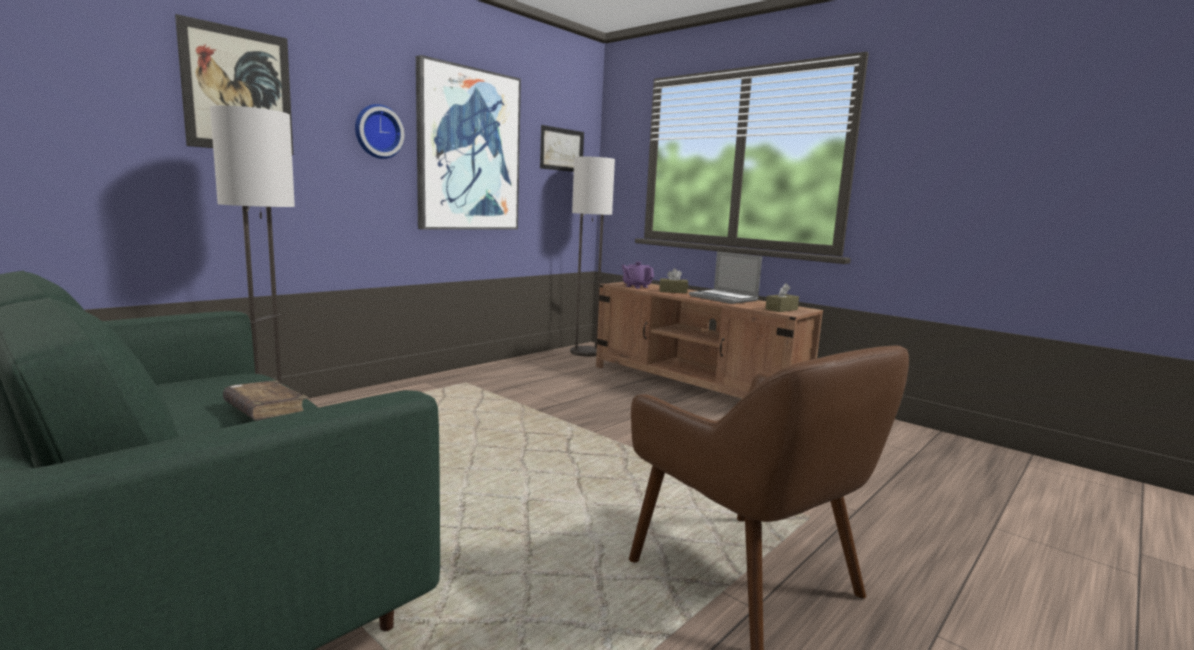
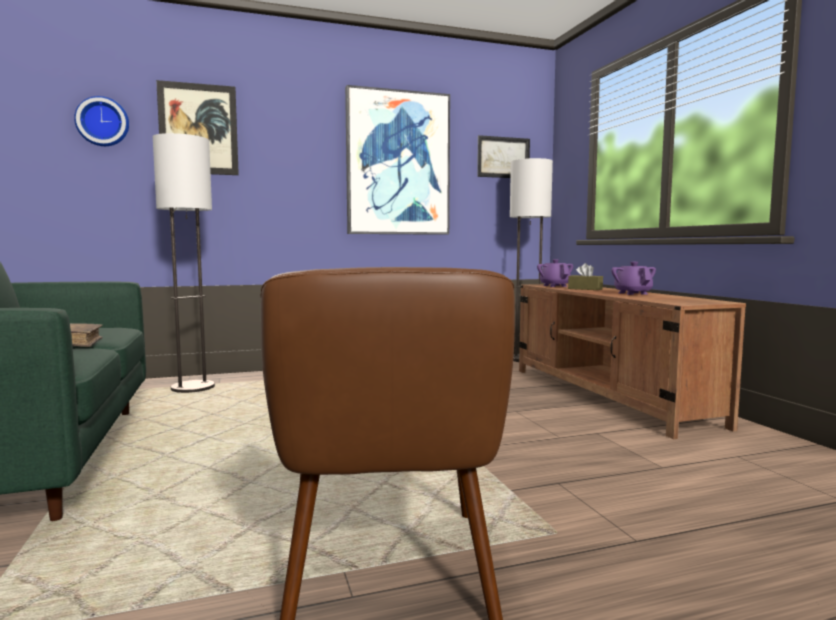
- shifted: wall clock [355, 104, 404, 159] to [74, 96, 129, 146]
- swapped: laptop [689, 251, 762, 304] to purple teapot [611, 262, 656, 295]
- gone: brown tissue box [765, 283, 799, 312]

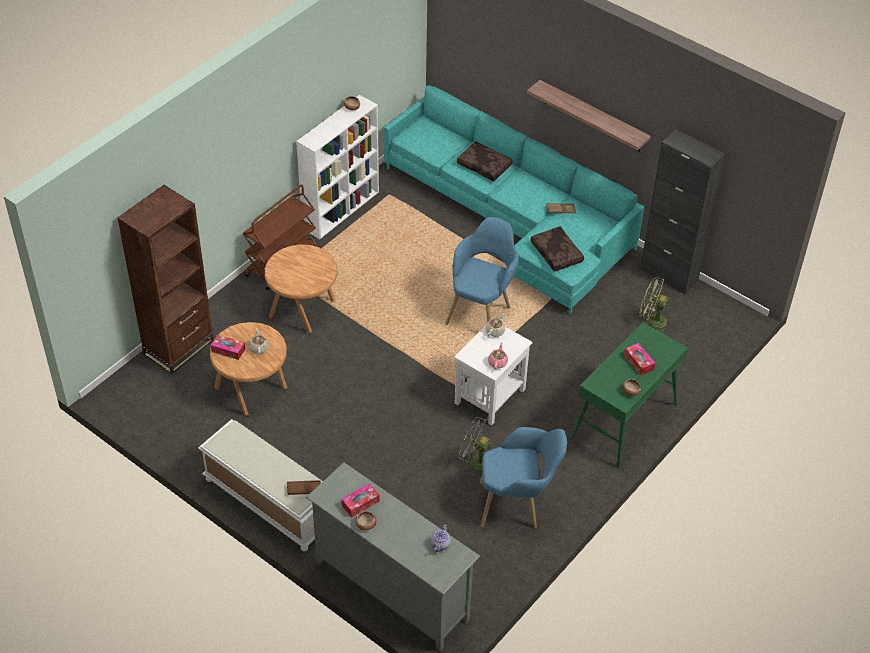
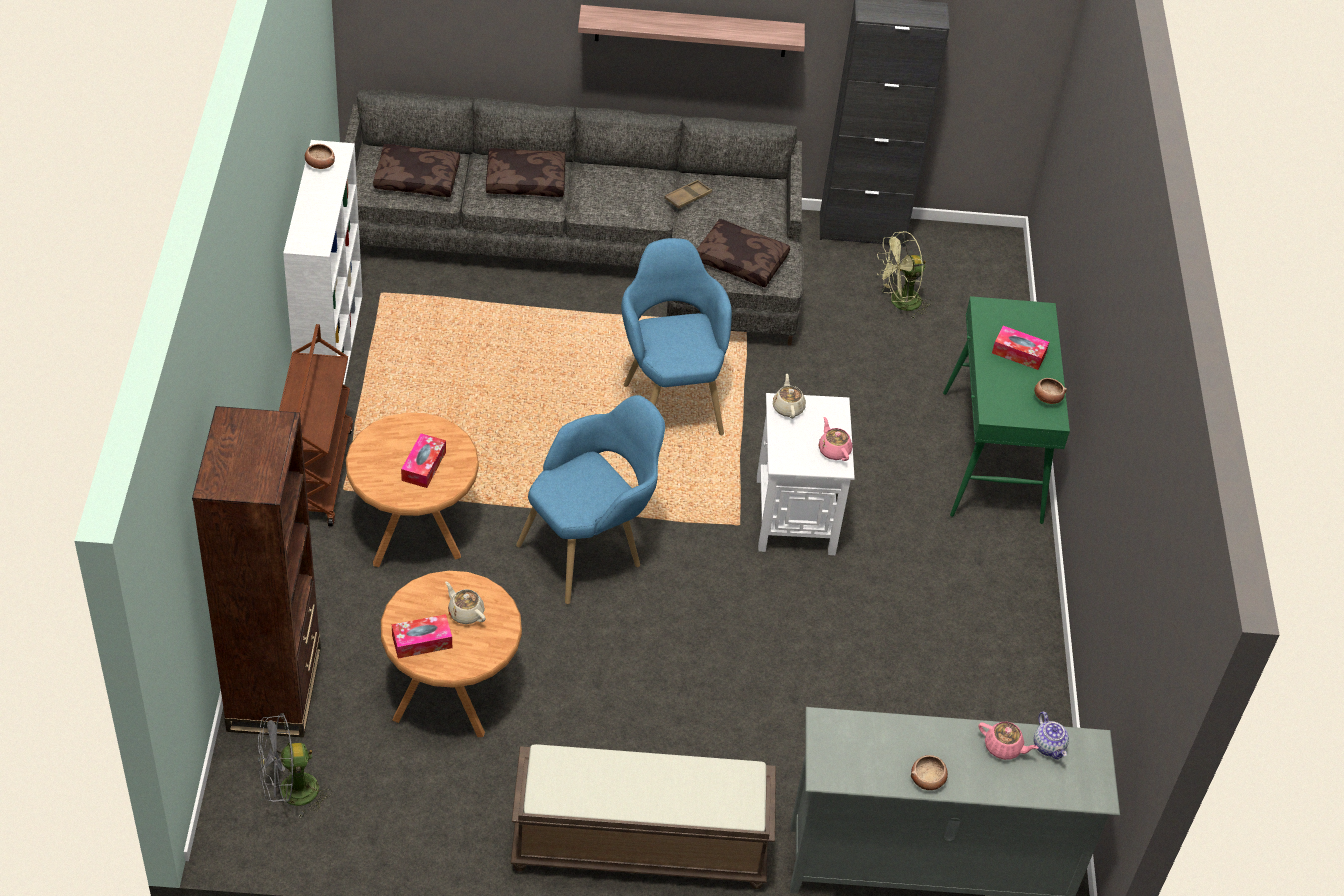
- shifted: grey fan [459, 417, 491, 476] to [258, 713, 332, 819]
- repainted: turquoise sofa [384, 85, 644, 315] to grey sofa [344, 89, 804, 346]
- new: brown pillow [373, 144, 460, 197]
- shifted: tissue box [341, 483, 380, 518] to [401, 433, 446, 488]
- repainted: white bench [198, 419, 323, 551] to brown bench [510, 744, 776, 889]
- shifted: blue armchair [480, 427, 567, 528] to [516, 395, 665, 604]
- new: pink teapot [979, 722, 1039, 760]
- gone: brown tray [287, 480, 321, 495]

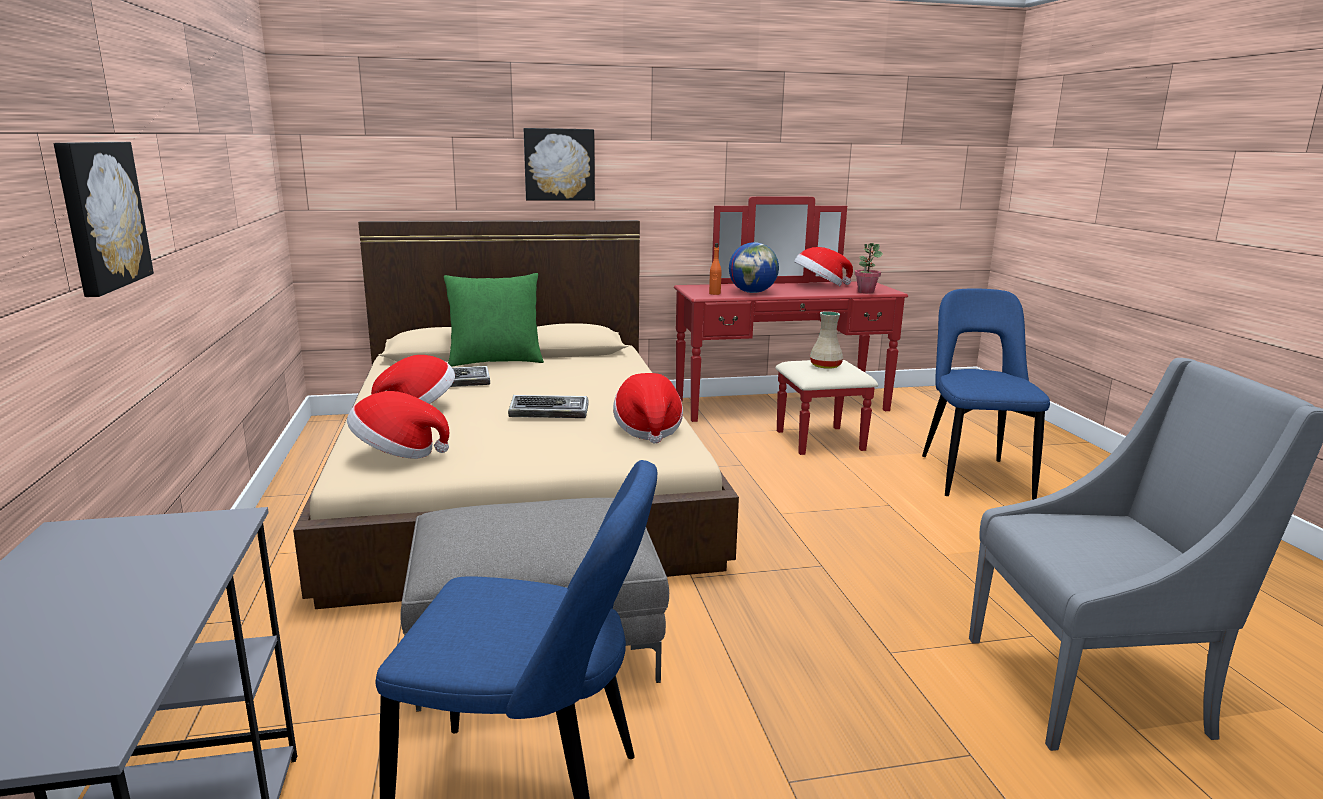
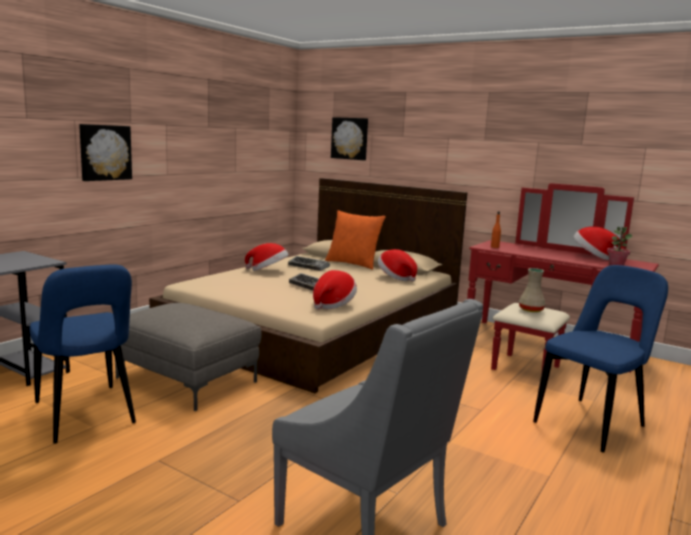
- repainted: green pillow [444, 273, 544, 367] to orange pillow [325, 210, 386, 270]
- shifted: picture [524, 128, 595, 201] to [331, 117, 368, 160]
- shifted: hat [347, 391, 449, 459] to [378, 249, 417, 282]
- gone: globe [729, 242, 779, 293]

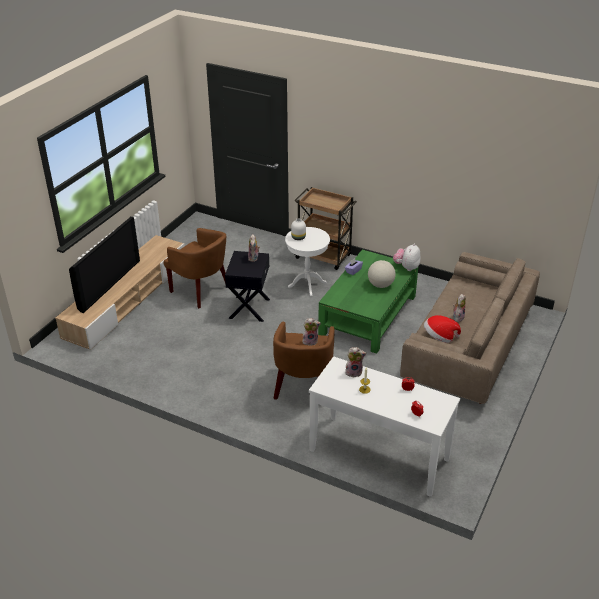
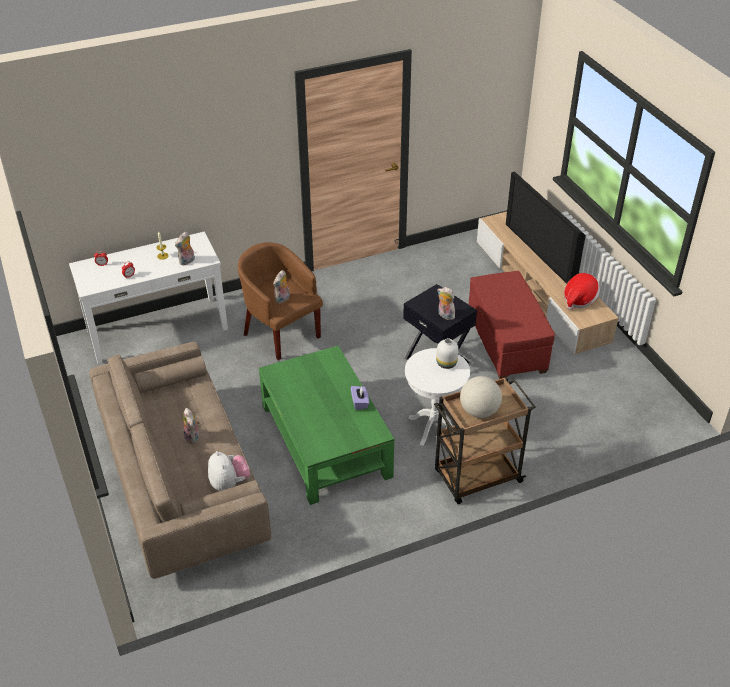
- shifted: plush toy [393, 243, 420, 271] to [208, 451, 250, 491]
- shifted: globe [368, 260, 396, 288] to [460, 376, 502, 418]
- swapped: brown armchair [163, 228, 226, 309] to red ottoman [469, 271, 555, 379]
- shifted: hat [424, 315, 461, 343] to [564, 273, 600, 310]

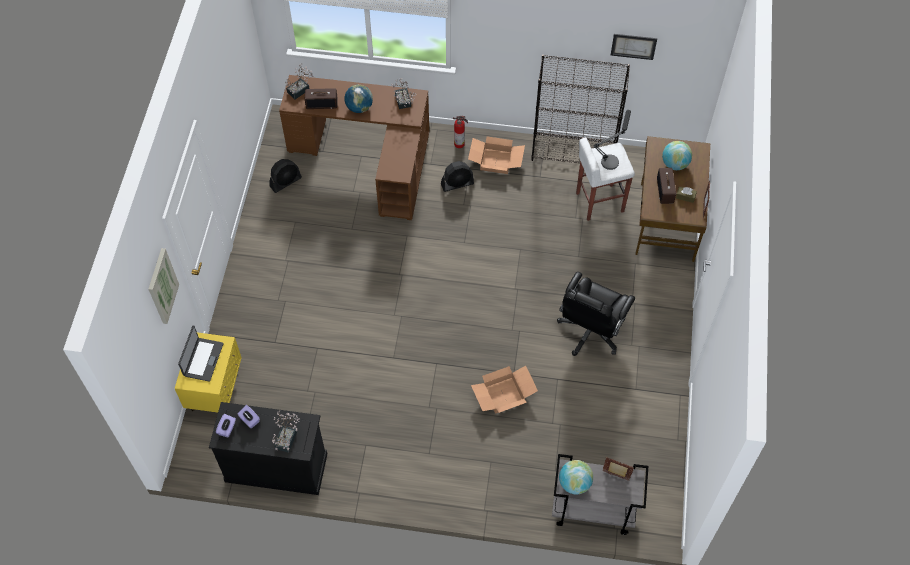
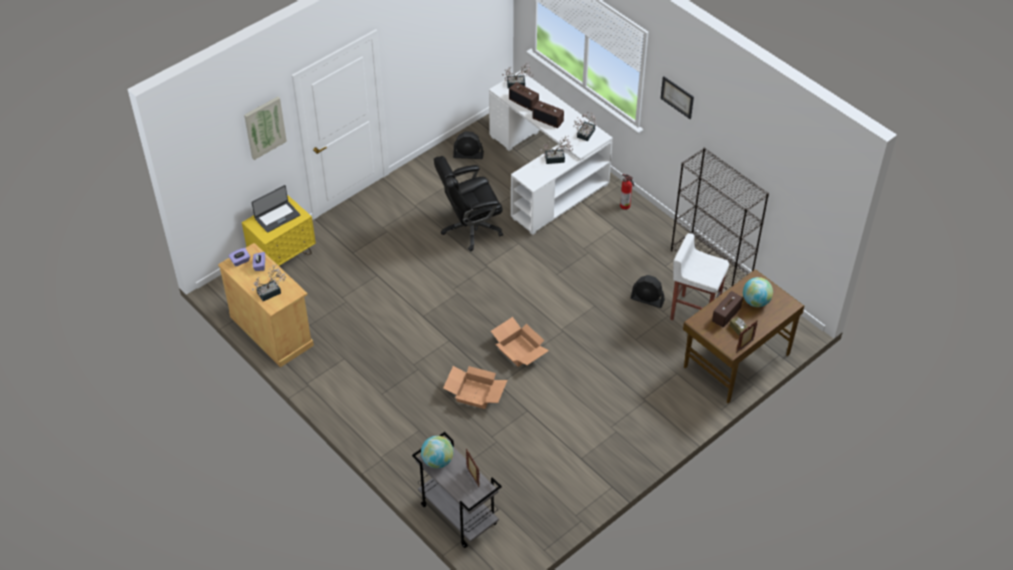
- repainted: black cabinet [209, 402, 327, 495] to beige cabinet [218, 243, 314, 367]
- shifted: black office chair [557, 272, 635, 356] to [434, 156, 503, 251]
- repainted: brown desk [279, 75, 429, 220] to white desk [489, 71, 613, 235]
- shifted: cardboard box [468, 137, 525, 174] to [491, 317, 549, 367]
- swapped: globe [344, 85, 373, 113] to radio [532, 101, 564, 128]
- new: potted plant [540, 135, 573, 164]
- shifted: black fan [441, 161, 474, 192] to [631, 275, 665, 308]
- shifted: picture [611, 34, 657, 60] to [660, 76, 694, 119]
- gone: table lamp [593, 110, 631, 170]

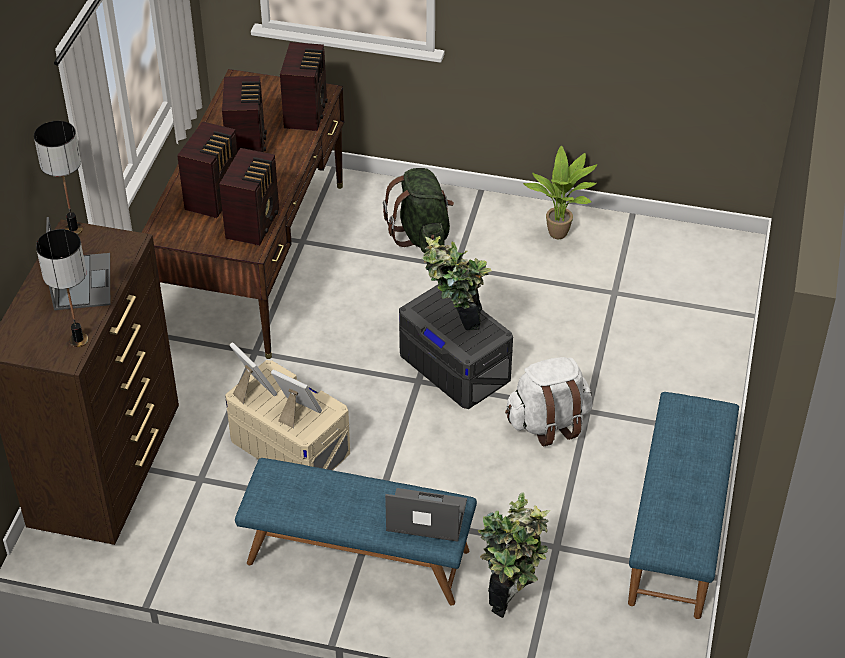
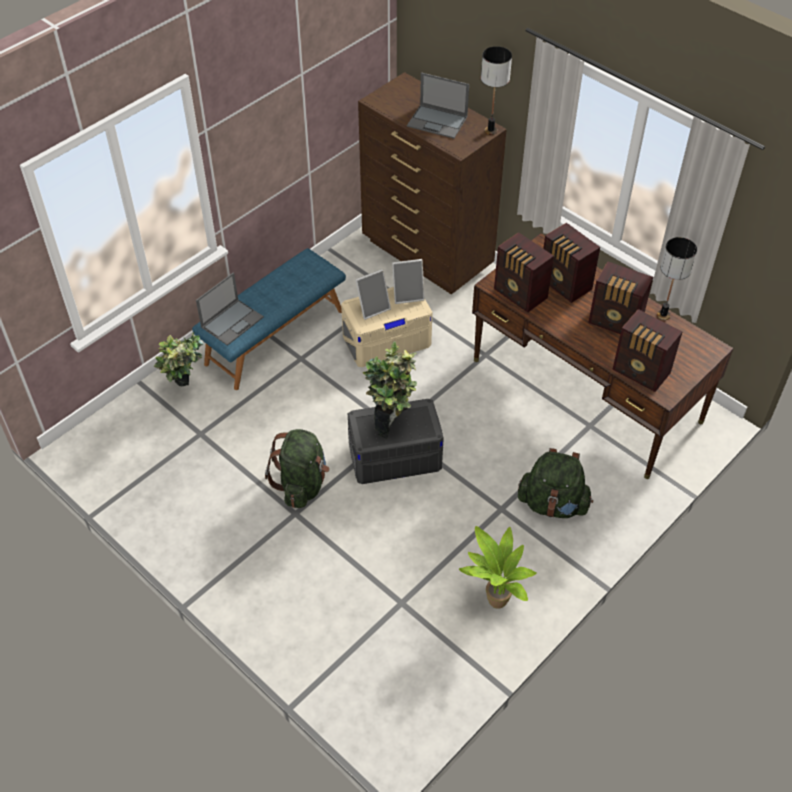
- repainted: white backpack [505, 357, 593, 446] to green backpack [265, 429, 330, 508]
- shifted: table lamp [36, 229, 88, 347] to [657, 237, 697, 320]
- gone: blue bench [628, 392, 739, 619]

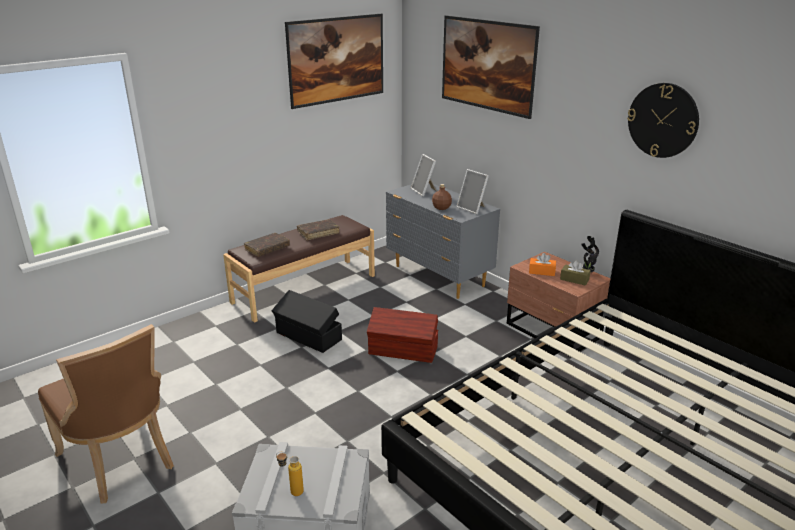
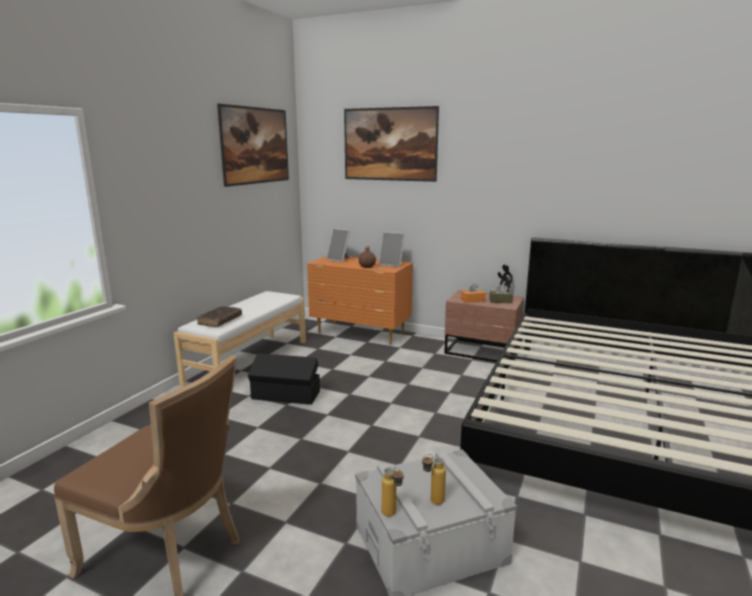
- repainted: brown bench [223, 215, 375, 323] to white bench [173, 291, 306, 387]
- repainted: grey dresser [386, 183, 500, 299] to orange dresser [307, 256, 413, 345]
- new: bottle [382, 467, 404, 517]
- gone: brown book [297, 219, 339, 241]
- gone: brown storage box [367, 307, 438, 363]
- gone: wall clock [627, 83, 699, 158]

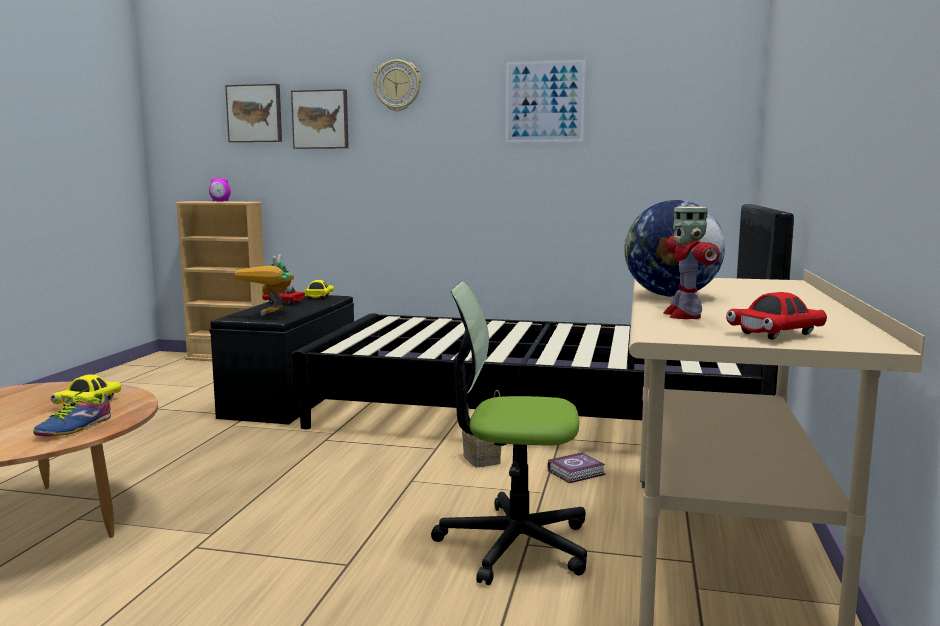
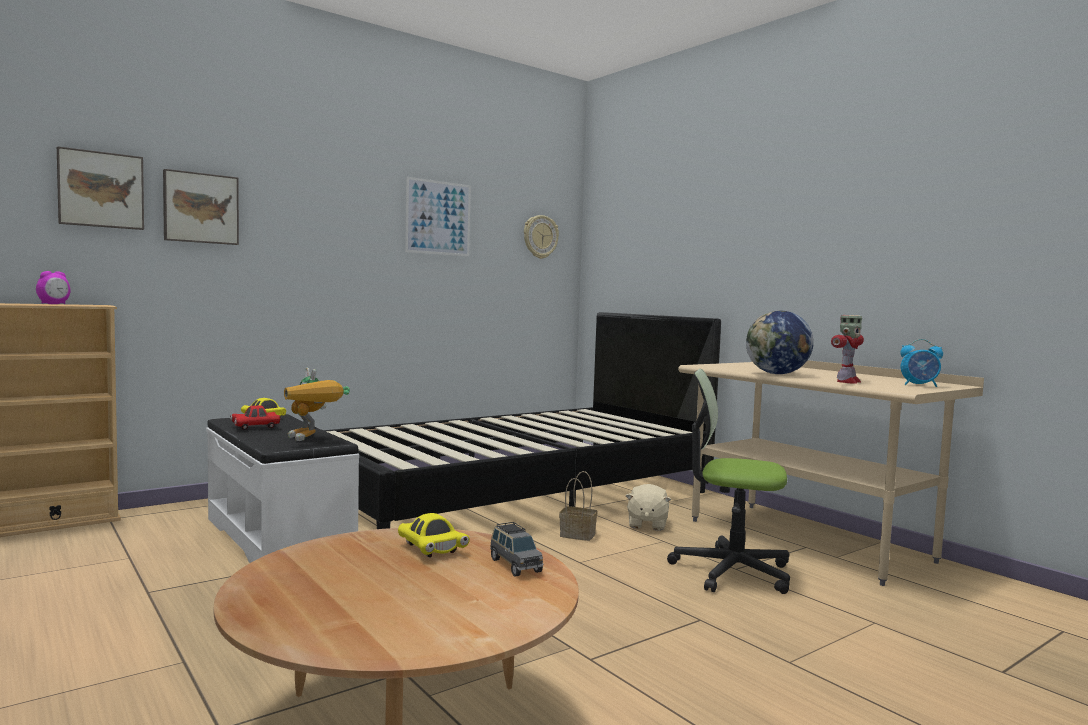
- repainted: black bench [209, 295, 354, 424] to white bench [206, 414, 359, 563]
- swapped: shoe [33, 389, 111, 436] to grey toy car [490, 522, 544, 576]
- shifted: wall clock [373, 59, 421, 111] to [524, 215, 559, 259]
- swapped: book [548, 452, 605, 483] to beige plush toy [626, 484, 671, 531]
- rotated: office chair [431, 281, 587, 585] = [667, 369, 790, 594] 60 degrees clockwise
- rotated: toy robot [663, 206, 720, 319] = [831, 315, 864, 384] 90 degrees counterclockwise
- swapped: red toy car [726, 292, 827, 340] to alarm clock [900, 339, 943, 387]

